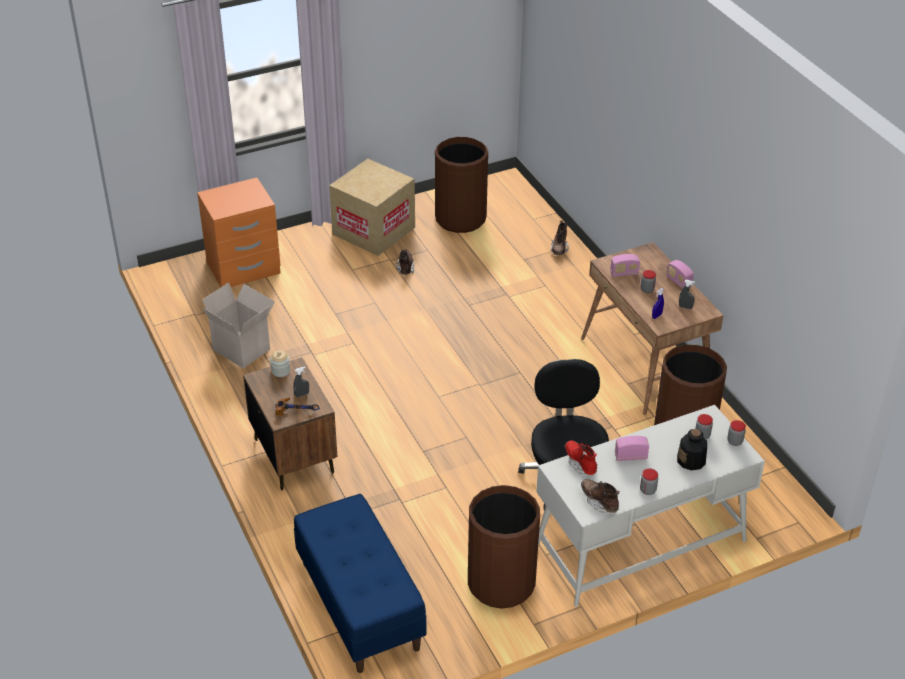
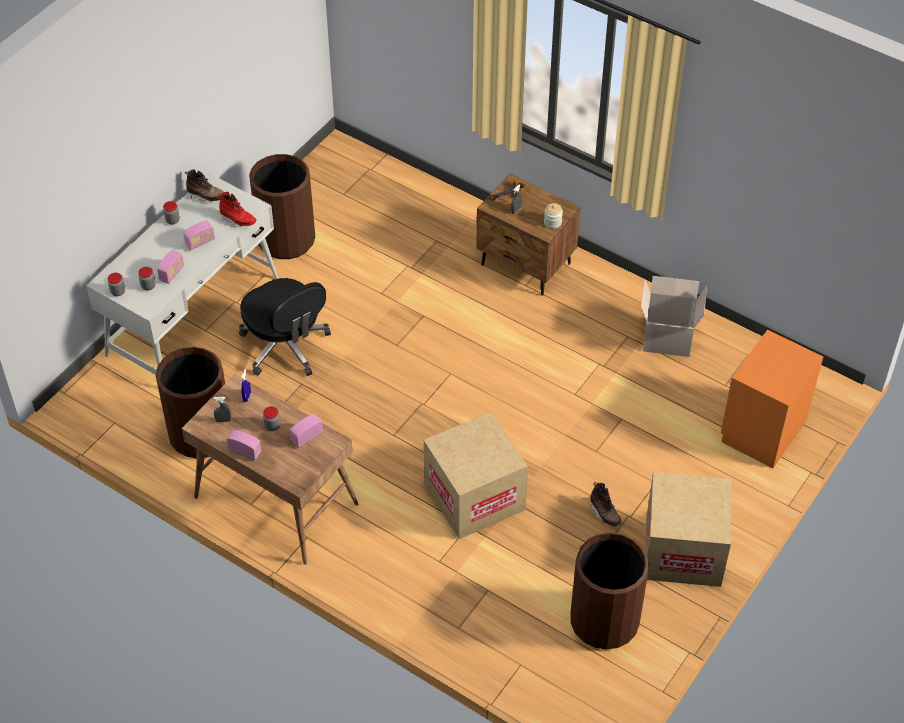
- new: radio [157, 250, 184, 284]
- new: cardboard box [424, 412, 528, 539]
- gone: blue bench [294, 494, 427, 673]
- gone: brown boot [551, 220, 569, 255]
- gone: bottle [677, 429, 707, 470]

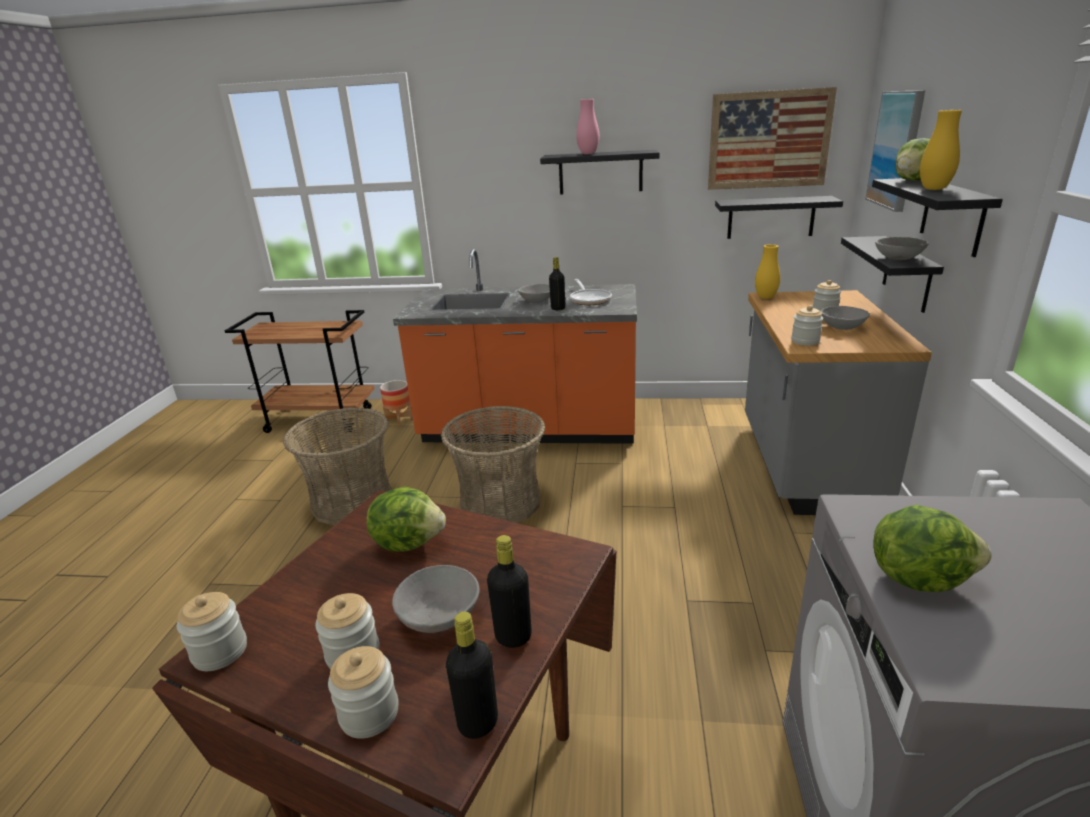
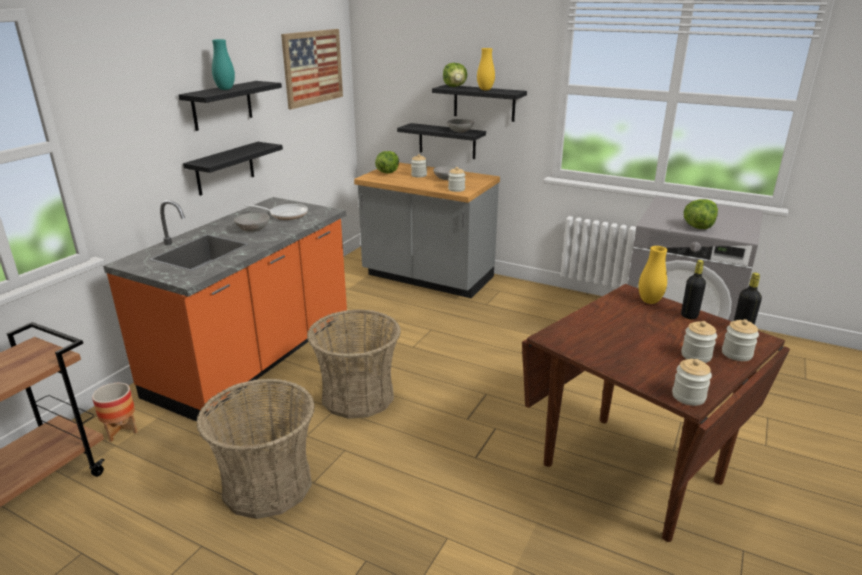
- shifted: black shelf [715, 196, 843, 239] to [183, 142, 283, 196]
- repainted: pink vase [576, 99, 599, 154] to turquoise vase [212, 39, 235, 90]
- shifted: lettuce [367, 486, 446, 551] to [375, 151, 399, 173]
- shifted: yellow vase [755, 244, 780, 299] to [639, 246, 667, 304]
- gone: grey bowl [392, 565, 480, 633]
- gone: black bottle [549, 257, 565, 310]
- gone: picture [865, 91, 925, 212]

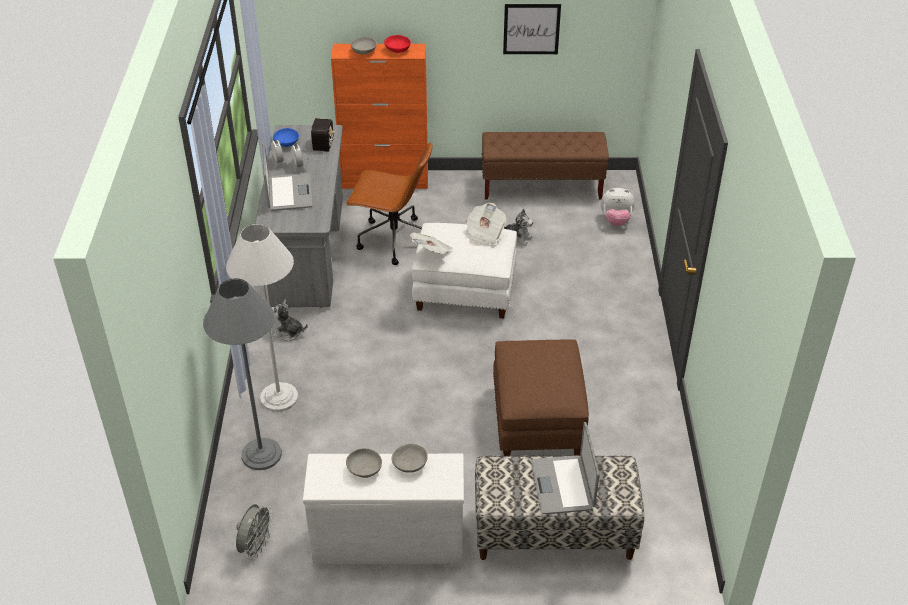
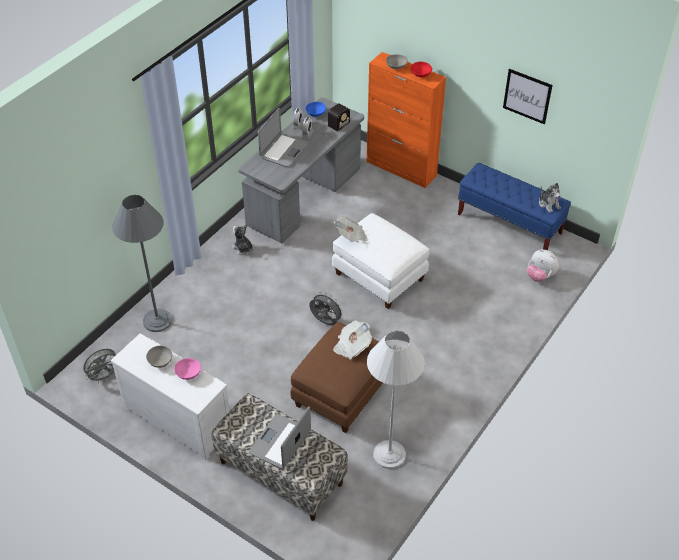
- repainted: grey bowl [392, 444, 428, 473] to pink bowl [174, 358, 201, 380]
- new: grey fan [309, 294, 344, 325]
- shifted: newspaper [466, 203, 507, 246] to [333, 321, 372, 360]
- shifted: white floor lamp [226, 224, 298, 412] to [367, 331, 425, 469]
- repainted: brown bench [482, 132, 609, 200] to blue bench [458, 163, 571, 250]
- shifted: plush toy [504, 209, 533, 246] to [539, 183, 561, 213]
- gone: brown office chair [346, 142, 433, 265]

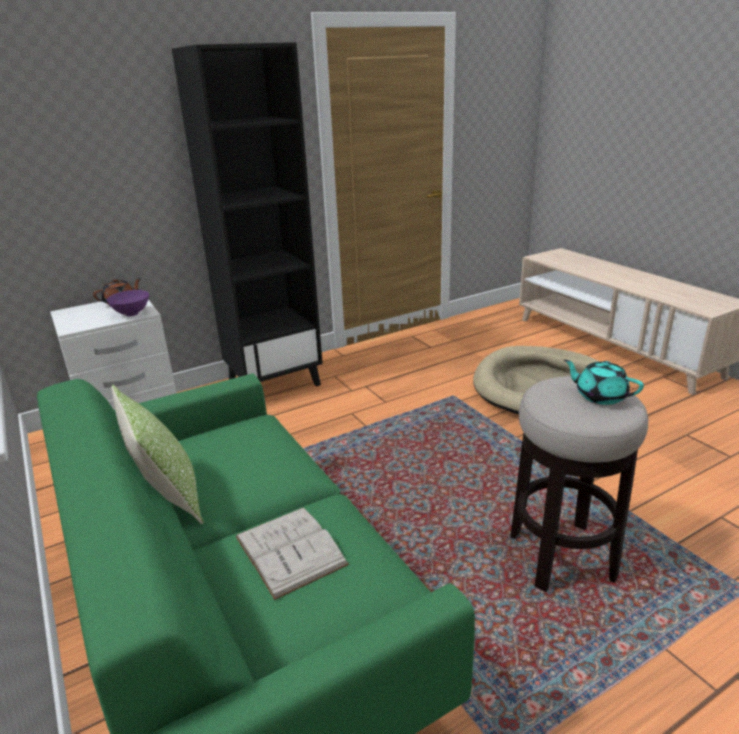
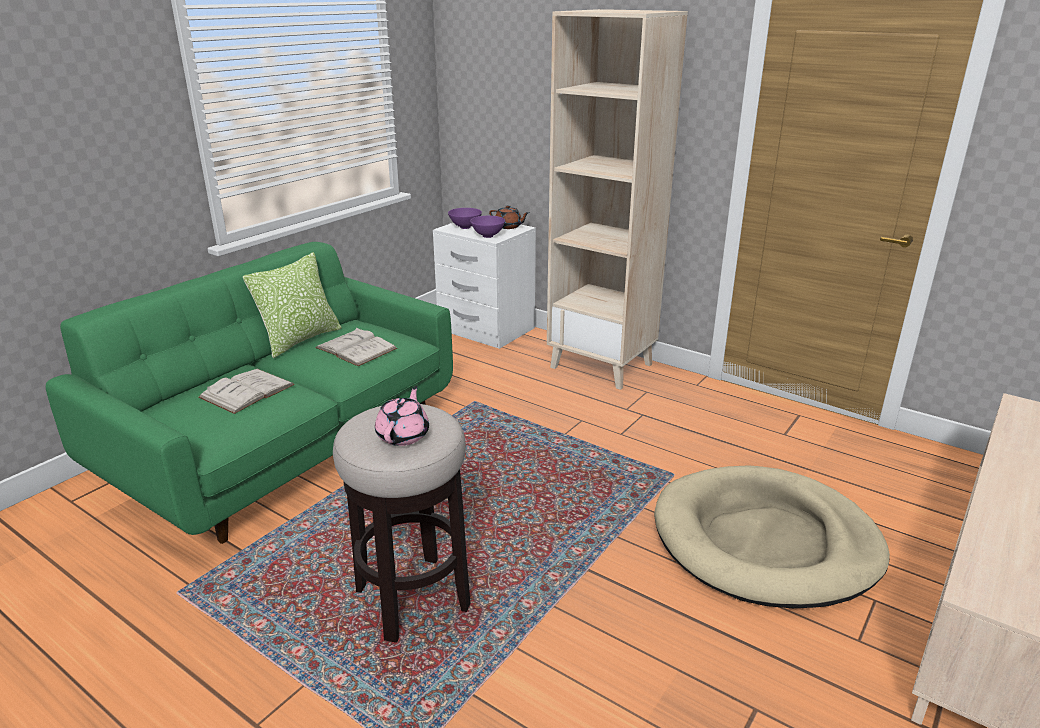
- new: white book [315, 328, 397, 366]
- repainted: turquoise teapot [564, 360, 644, 405] to pink teapot [375, 386, 429, 446]
- new: purple bowl [448, 208, 482, 229]
- repainted: black bookcase [172, 42, 323, 387] to beige bookcase [547, 9, 688, 390]

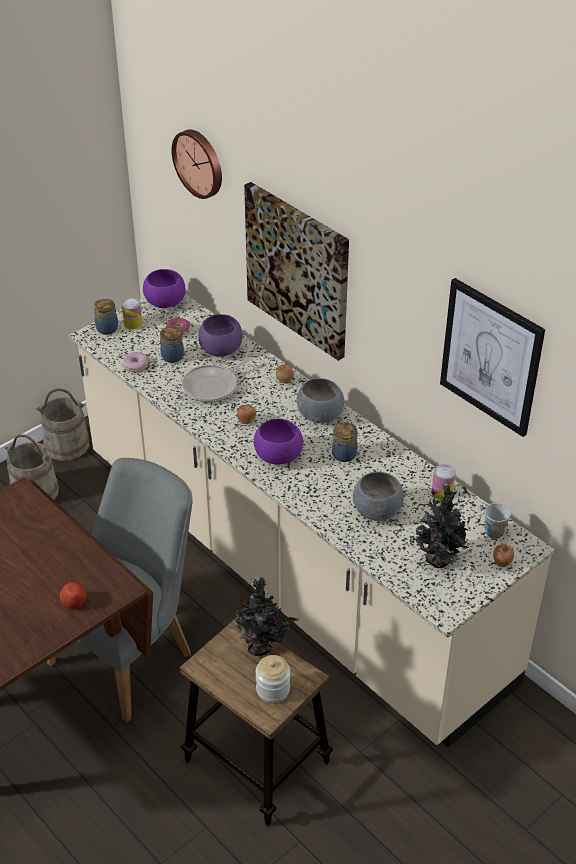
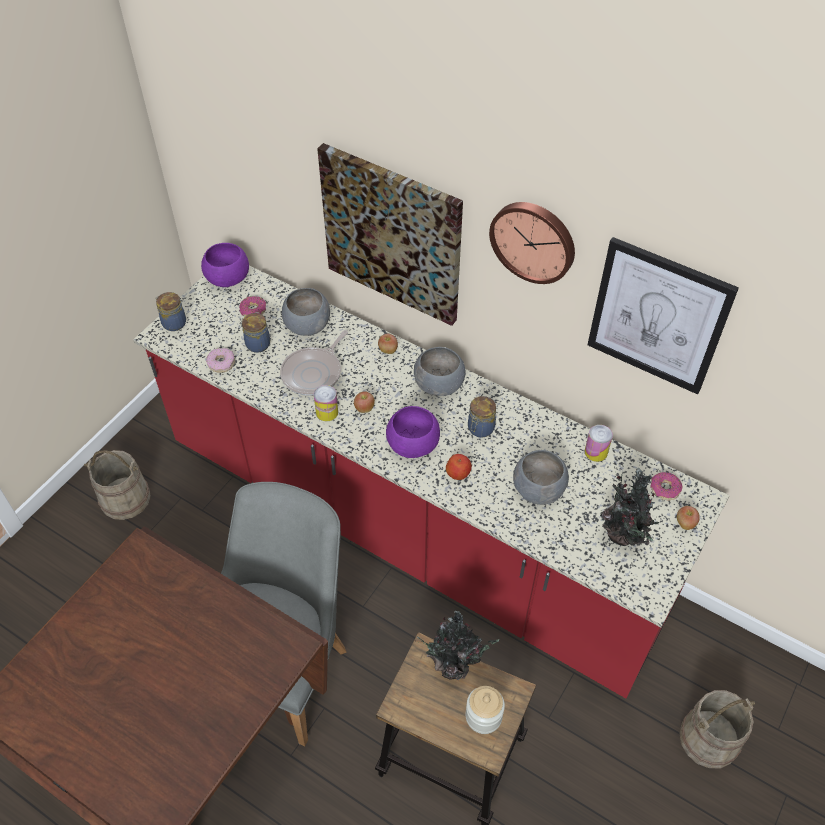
- repainted: beige counter [68, 294, 554, 747] to red counter [133, 265, 730, 698]
- repainted: purple bowl [198, 314, 243, 357] to grey bowl [282, 288, 330, 336]
- shifted: can [122, 298, 142, 329] to [314, 385, 338, 421]
- shifted: apple [60, 582, 86, 609] to [446, 454, 472, 480]
- shifted: wall clock [172, 129, 222, 199] to [489, 202, 575, 284]
- swapped: cup [485, 503, 511, 539] to donut [650, 472, 683, 501]
- shifted: beige bucket [36, 388, 89, 461] to [679, 690, 755, 768]

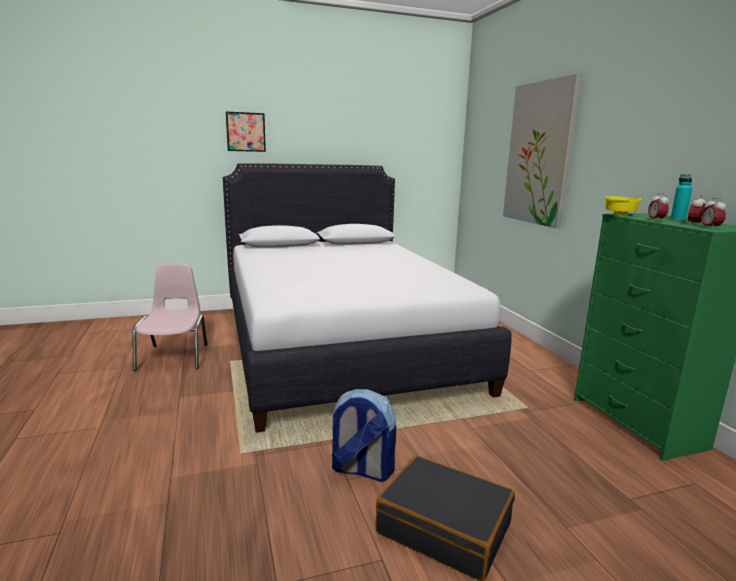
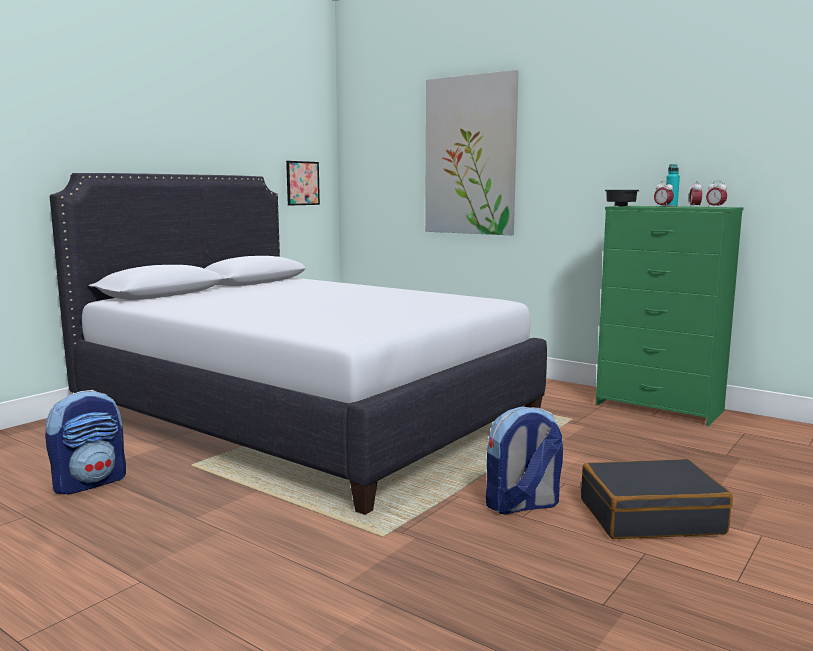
- swapped: pink chair [132, 263, 207, 371] to backpack [45, 390, 126, 494]
- shifted: picture [226, 112, 266, 152] to [286, 161, 320, 206]
- repainted: yellow bowl [604, 197, 642, 215] to black bowl [605, 190, 639, 207]

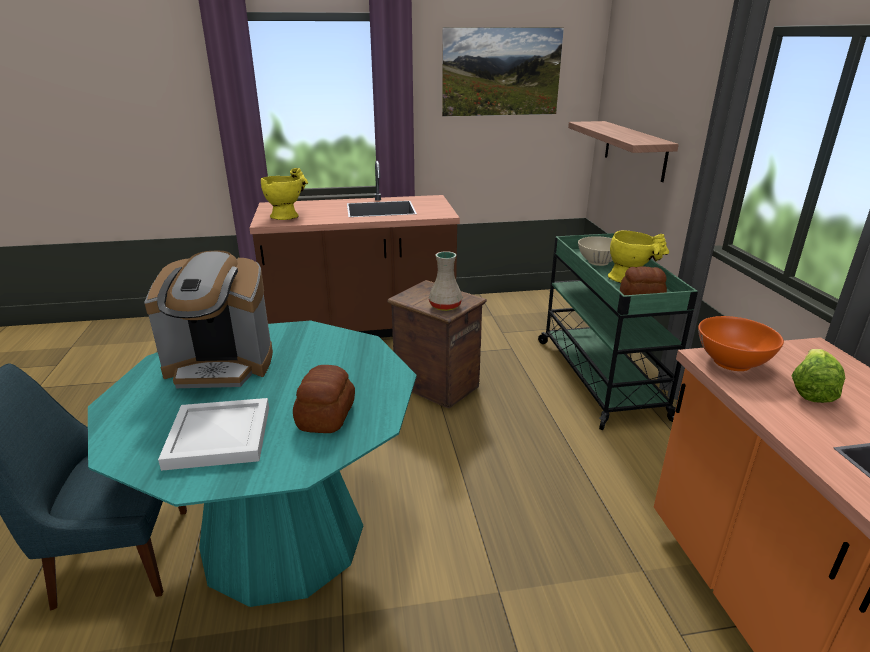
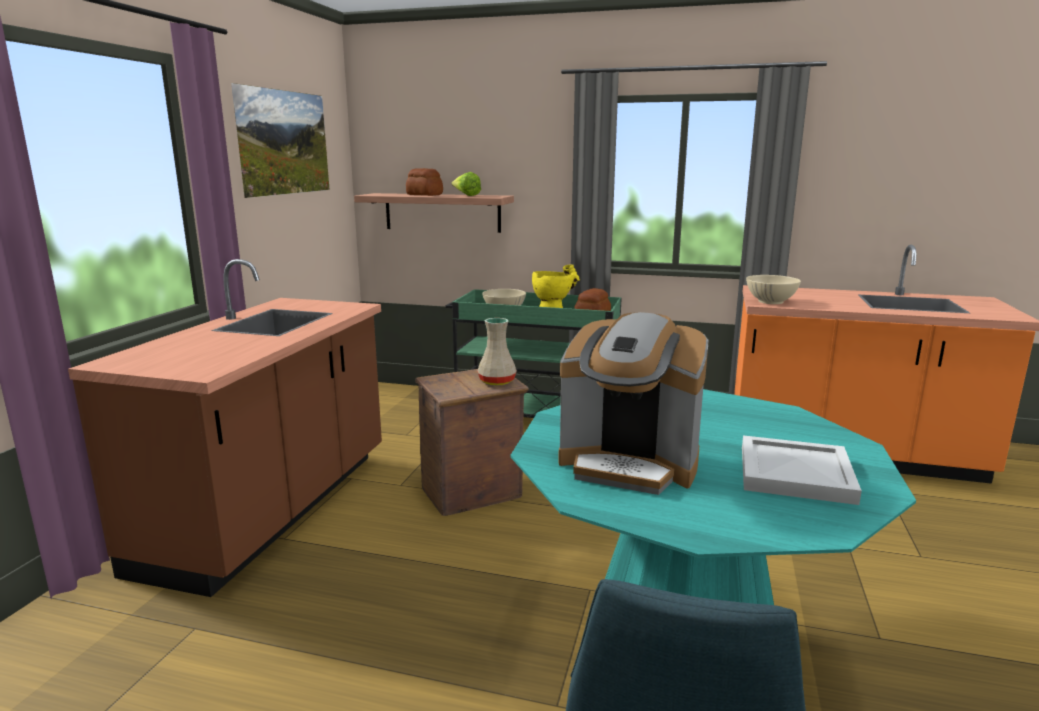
- shifted: bread [293, 365, 355, 433] to [406, 168, 443, 196]
- shifted: lettuce [791, 349, 845, 403] to [452, 172, 481, 196]
- rotated: coffee machine [144, 251, 273, 388] = [558, 312, 709, 495] 90 degrees clockwise
- repainted: orange bowl [698, 316, 784, 371] to beige bowl [746, 275, 801, 304]
- gone: yellow vase [261, 168, 308, 220]

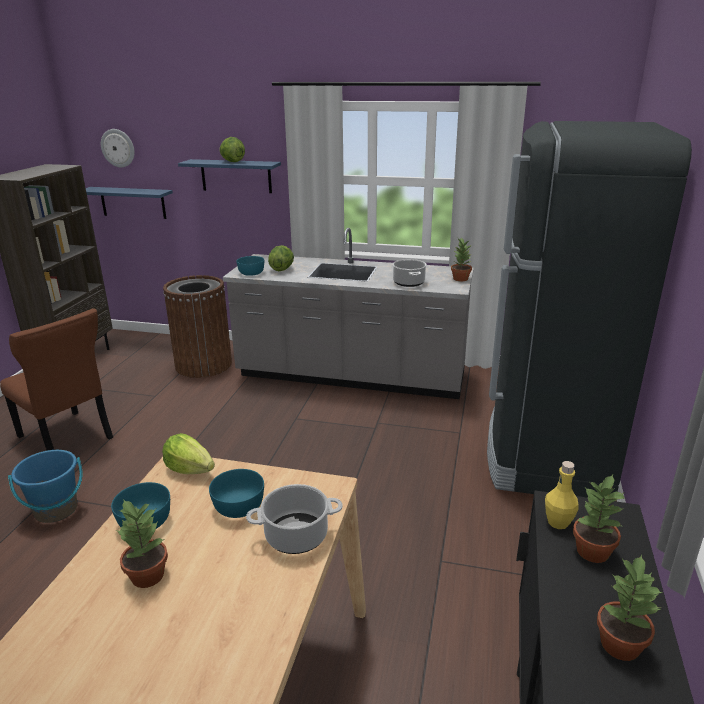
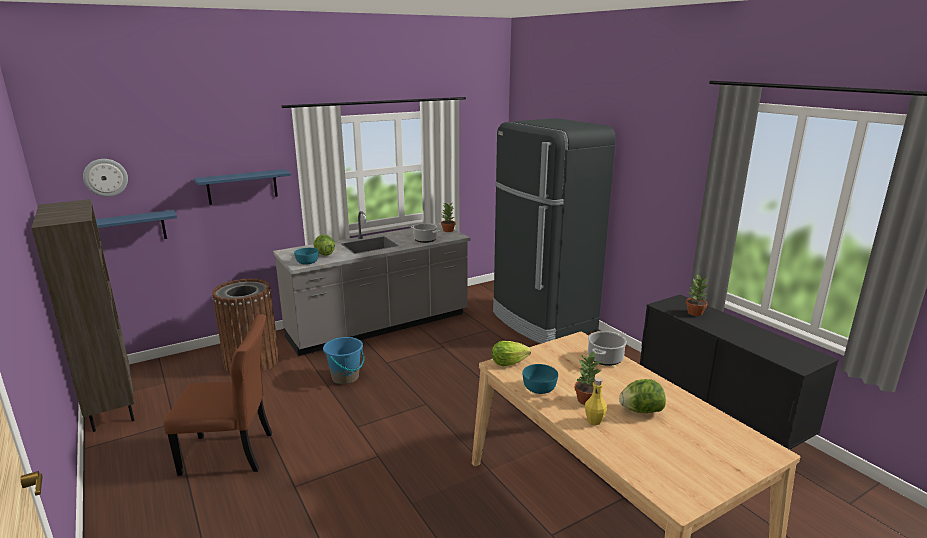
- shifted: blue bucket [8, 450, 83, 523] to [323, 337, 364, 384]
- shifted: yellow bottle [545, 461, 579, 529] to [585, 377, 607, 425]
- shifted: lettuce [219, 137, 245, 162] to [619, 379, 666, 413]
- gone: turquoise bowl [209, 469, 264, 518]
- gone: potted plant [597, 555, 663, 661]

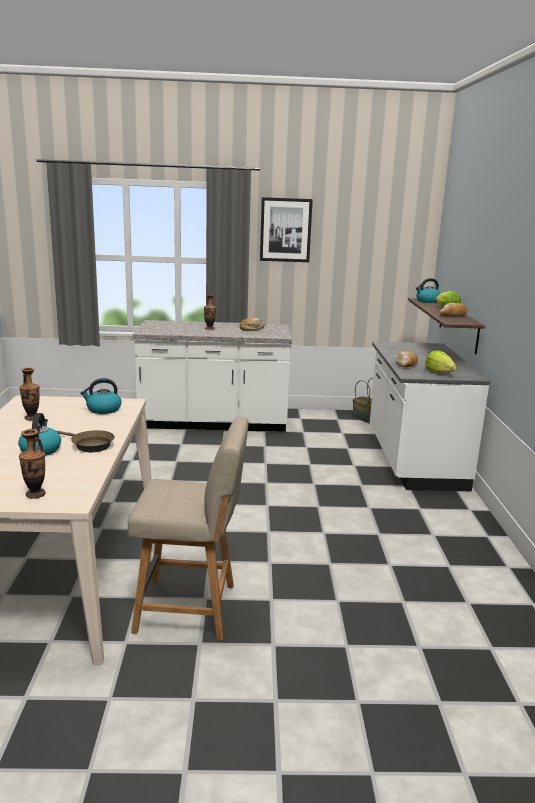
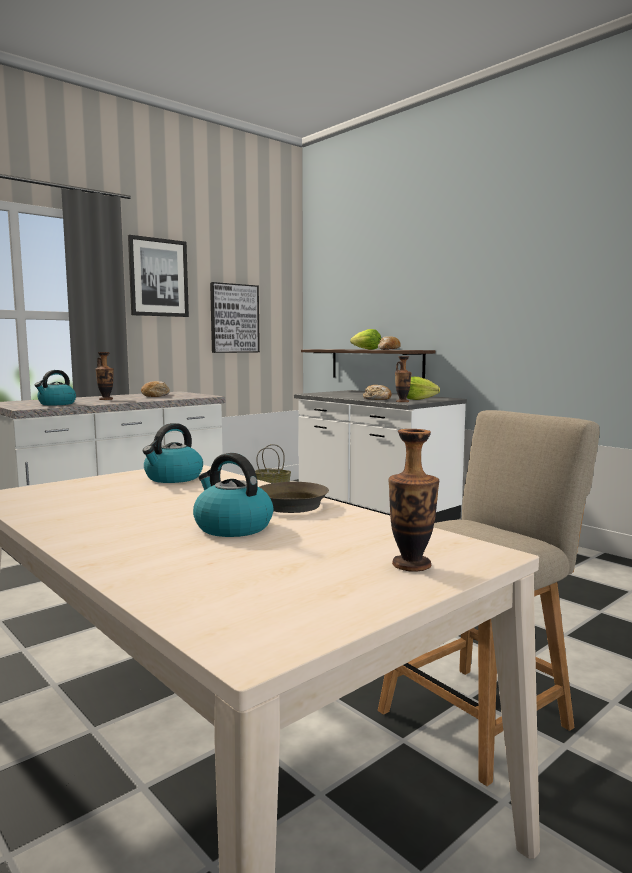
- shifted: kettle [416, 278, 441, 303] to [35, 370, 76, 405]
- new: picture [210, 282, 260, 353]
- shifted: vase [20, 368, 39, 420] to [395, 356, 412, 402]

